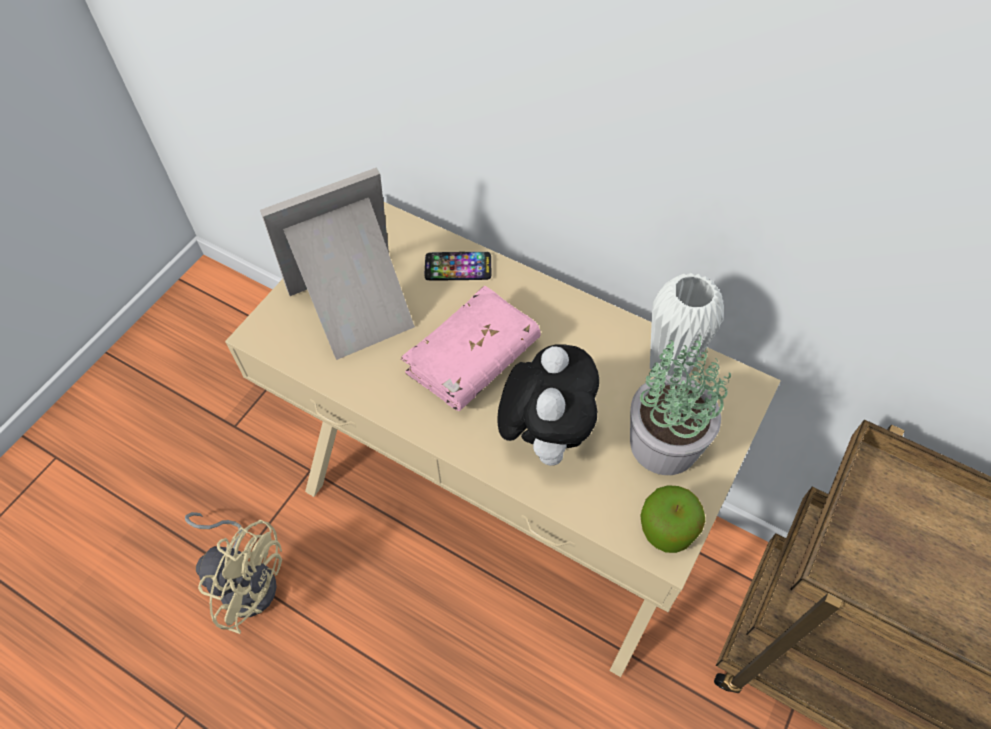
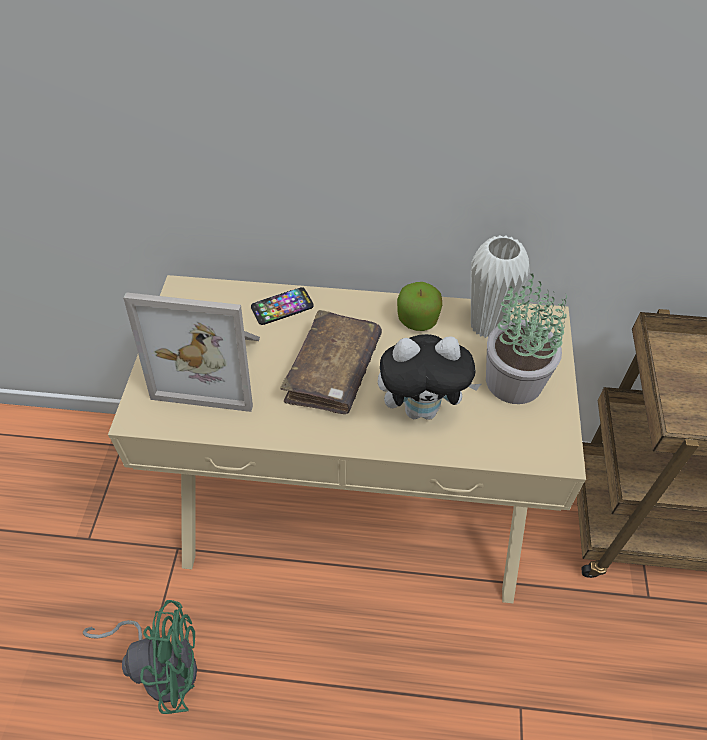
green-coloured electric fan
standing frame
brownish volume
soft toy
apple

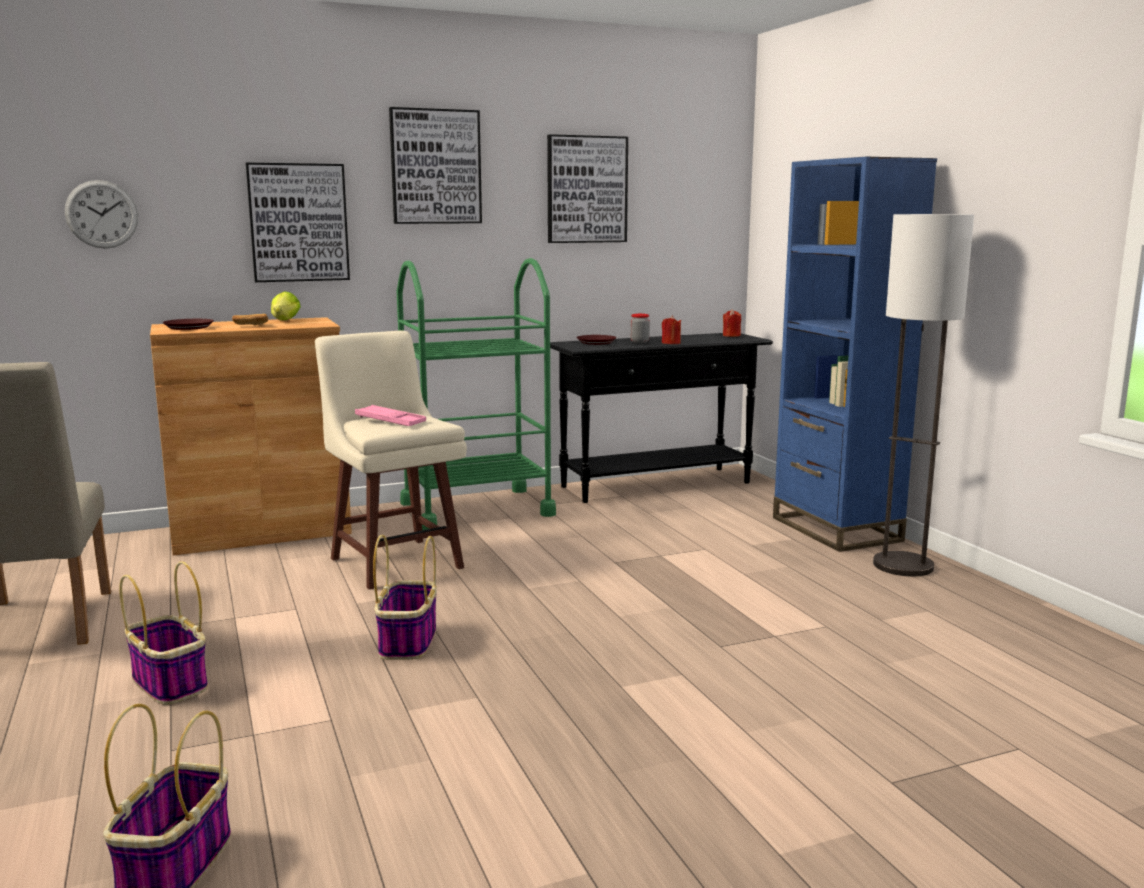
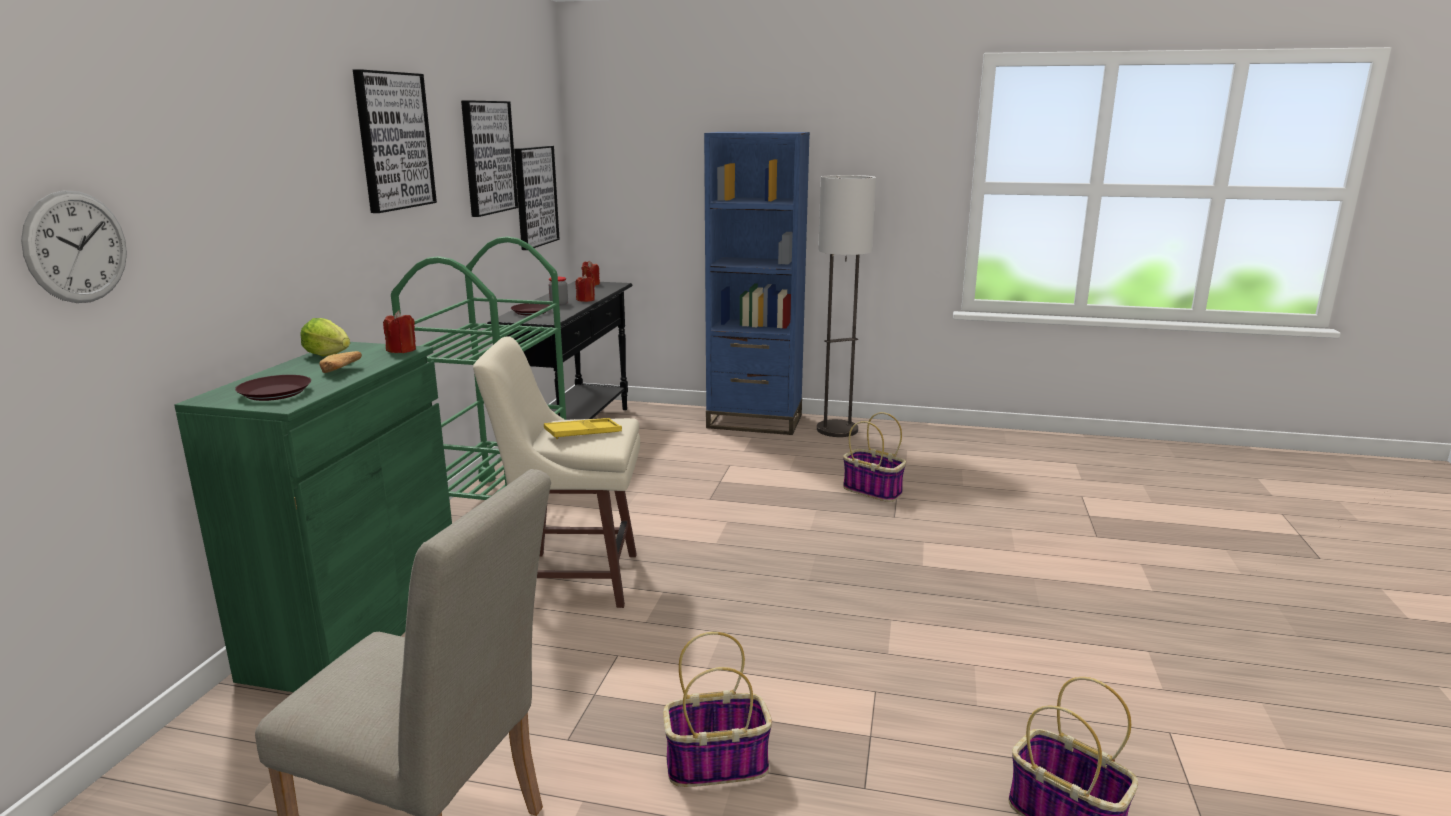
green-coloured storage cabinet
picture (3rd from left)
yellow carrying tray
basket (2nd from left)
reddish candle (1st from left)

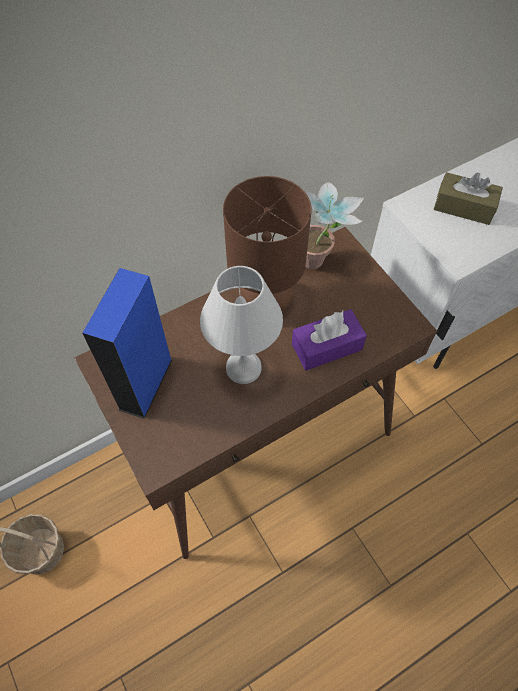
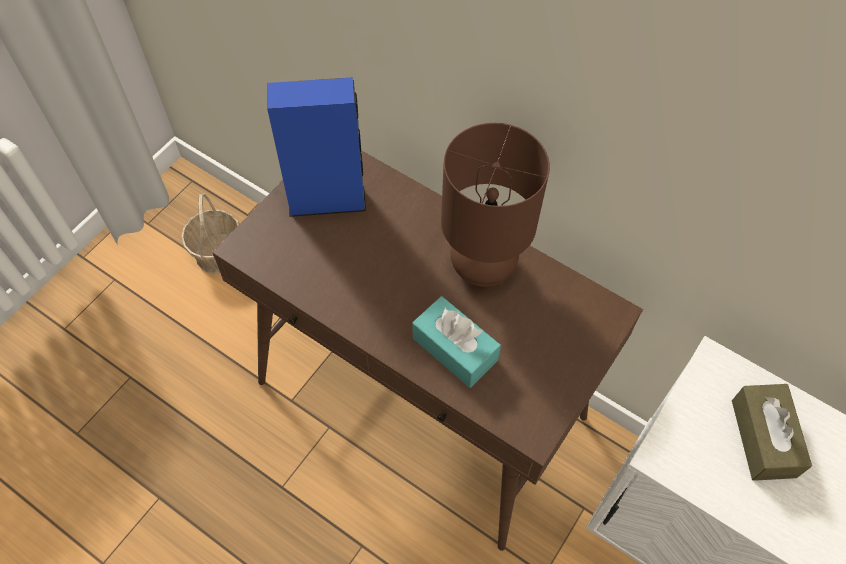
whitish lamp for a table
blue-green tissue holder
plant in a pot

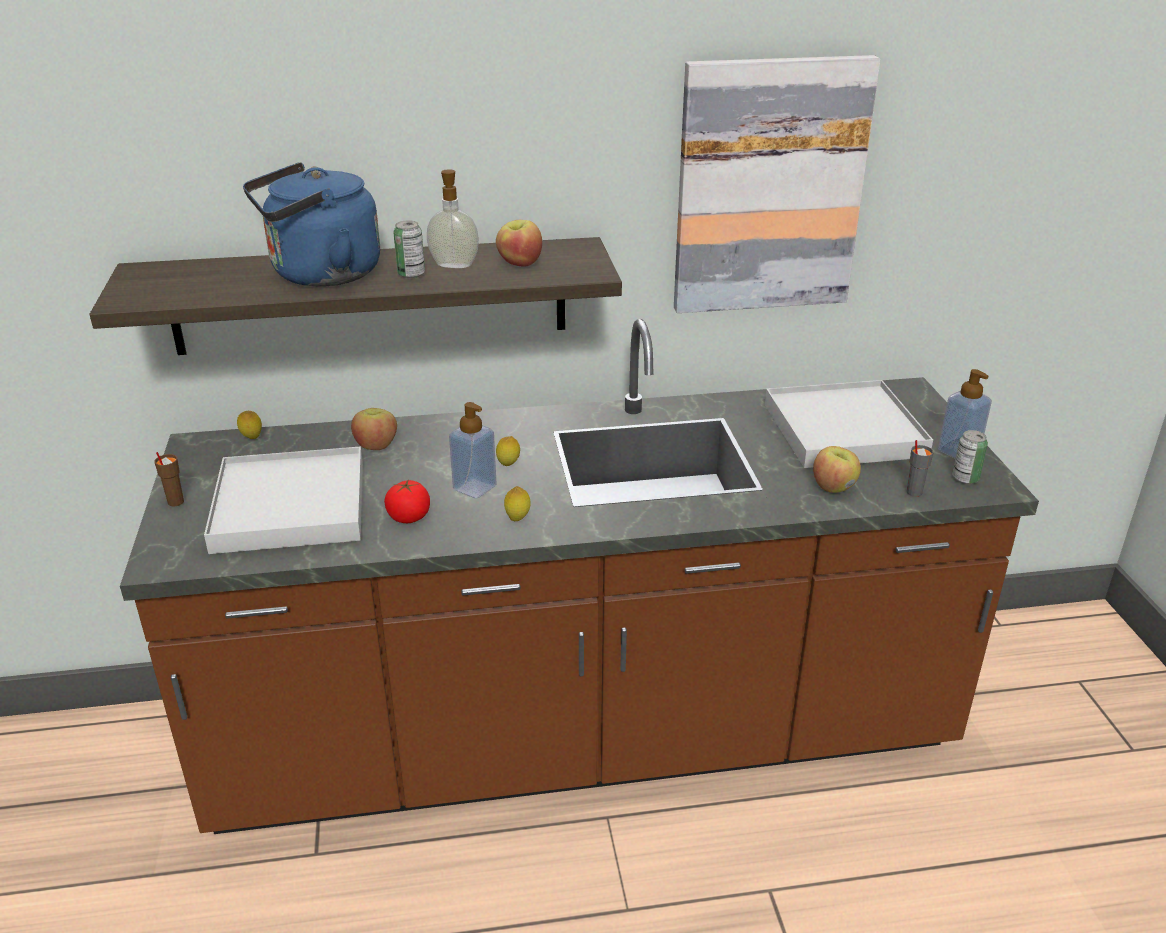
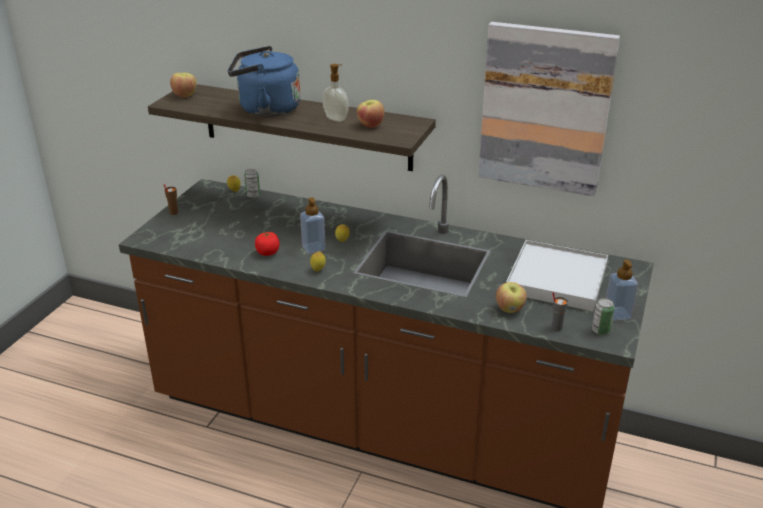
whitish carrying tray (1st from left in the first image)
apple (1st from left)
can (1st from left)

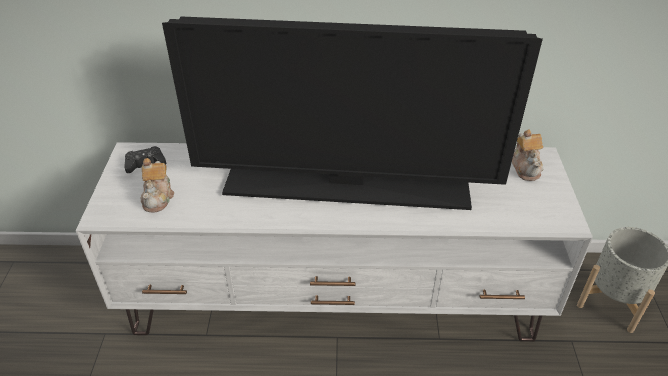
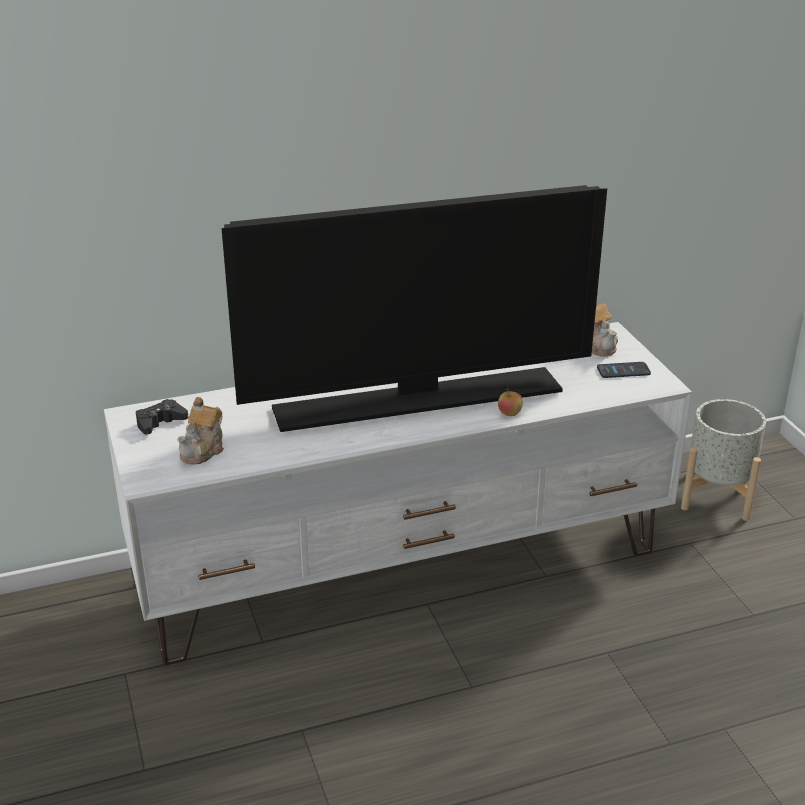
pot for tea (1st from left)
apple
telephone

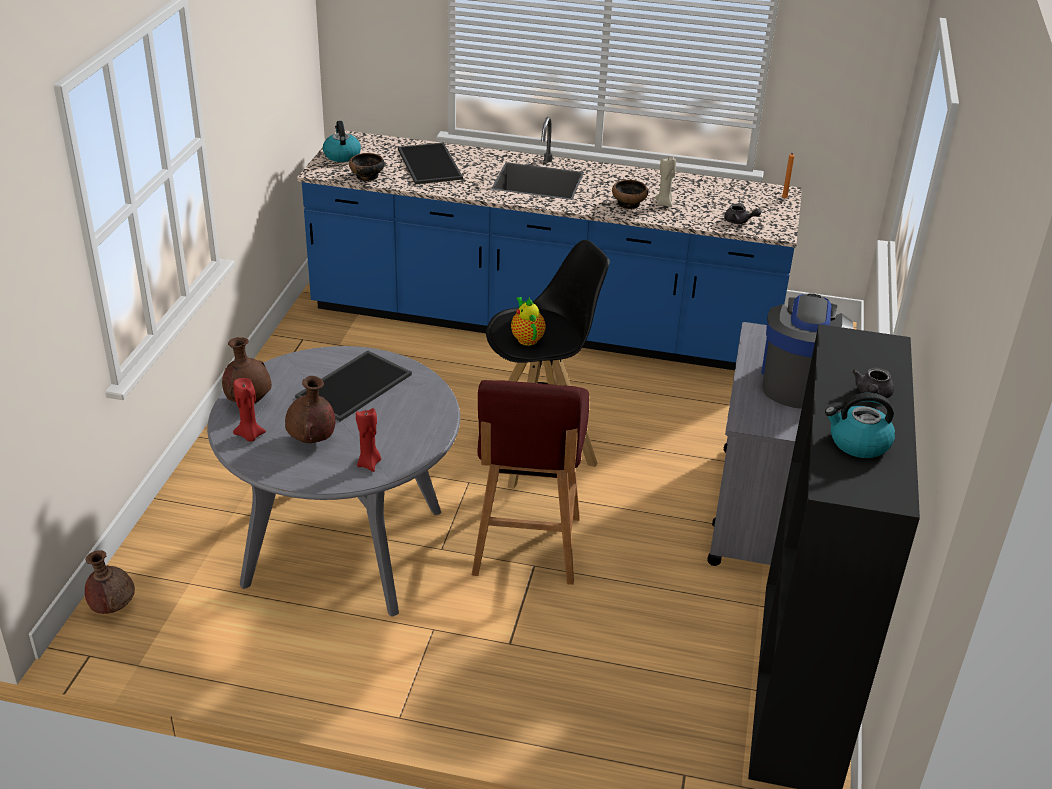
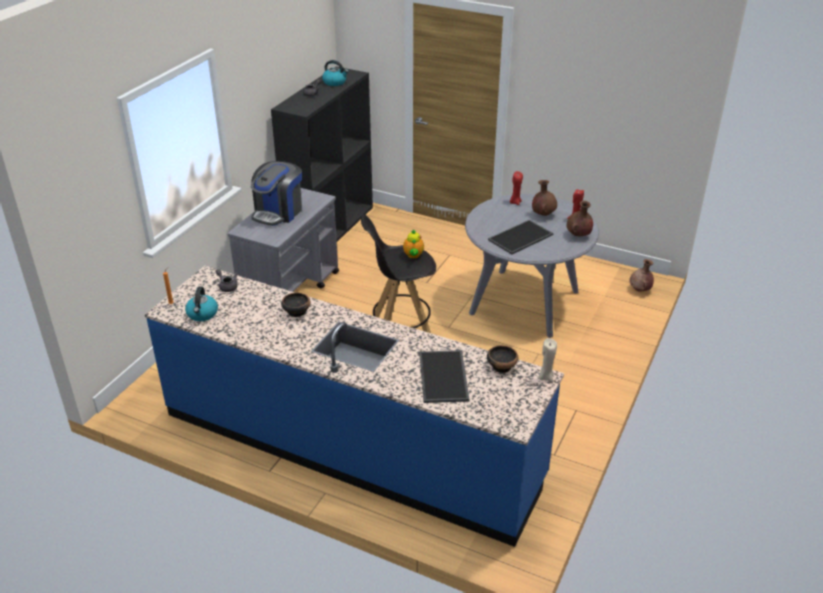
tea kettle (1st from left)
reddish stool
beige-coloured candle

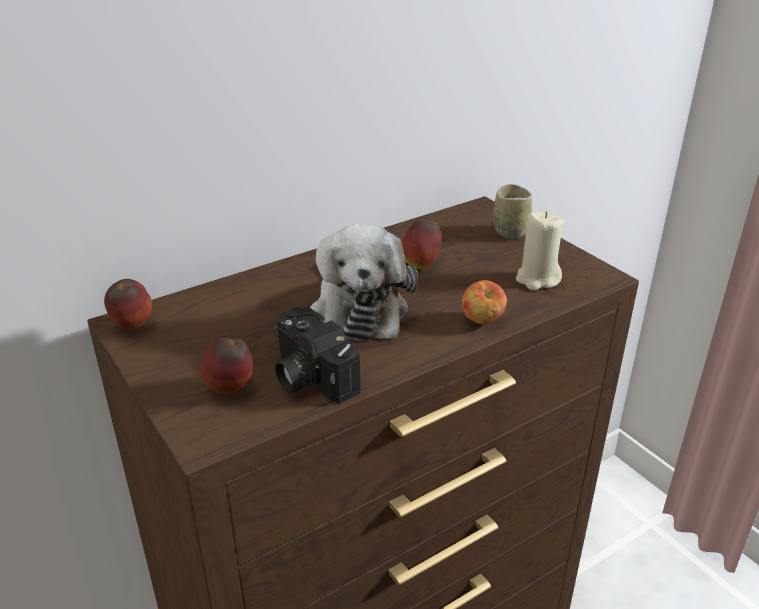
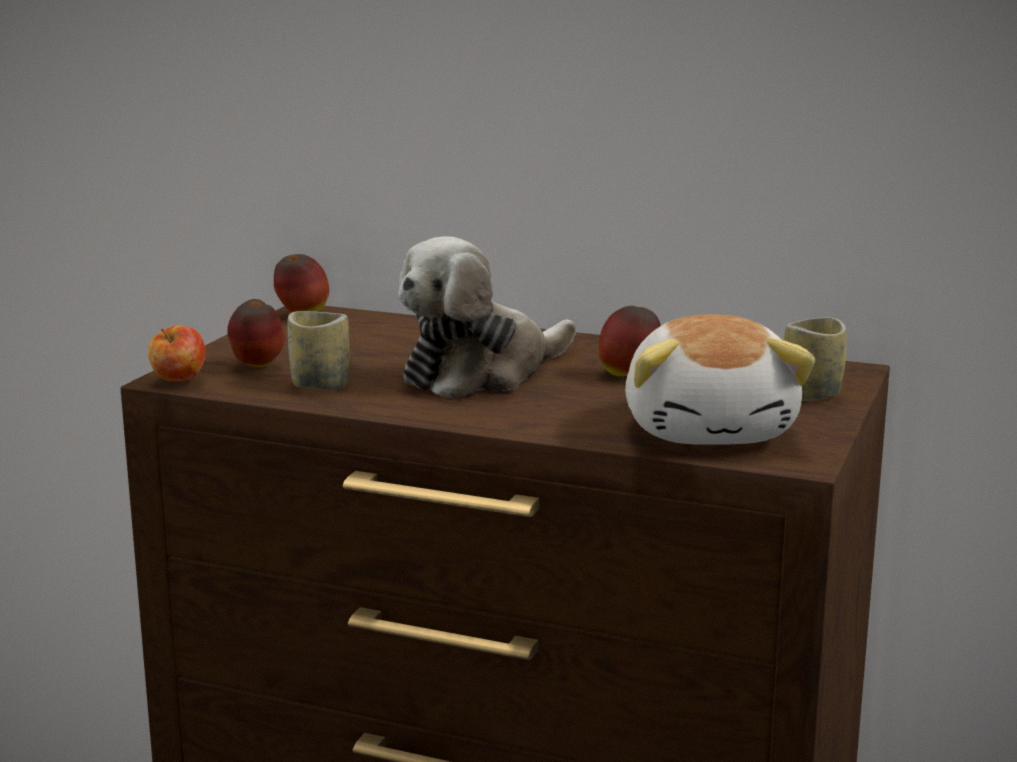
cup (1st from left)
apple (1st from left)
soft toy (2nd from left)

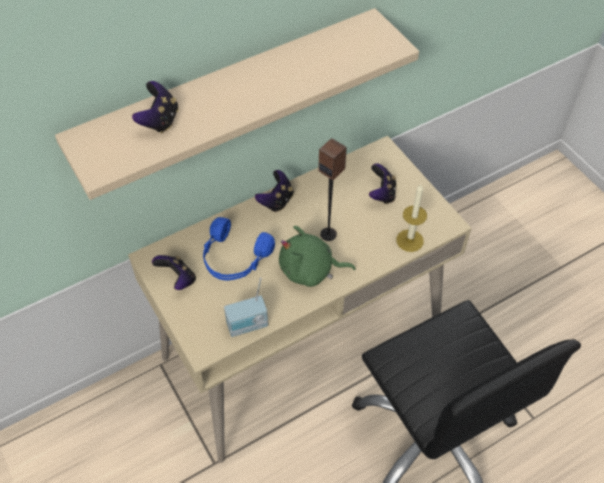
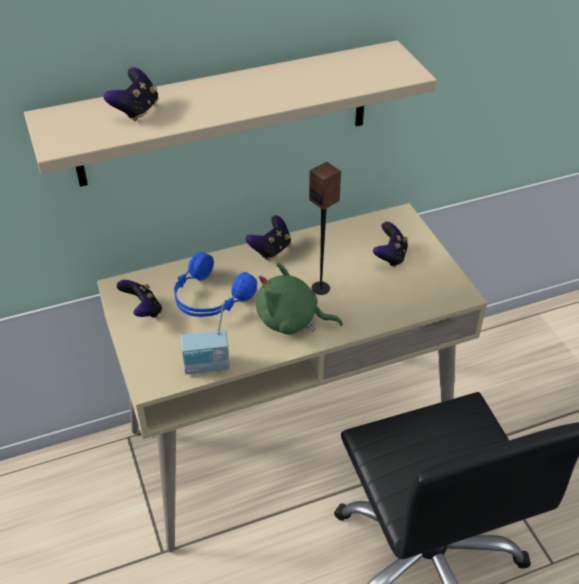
candle

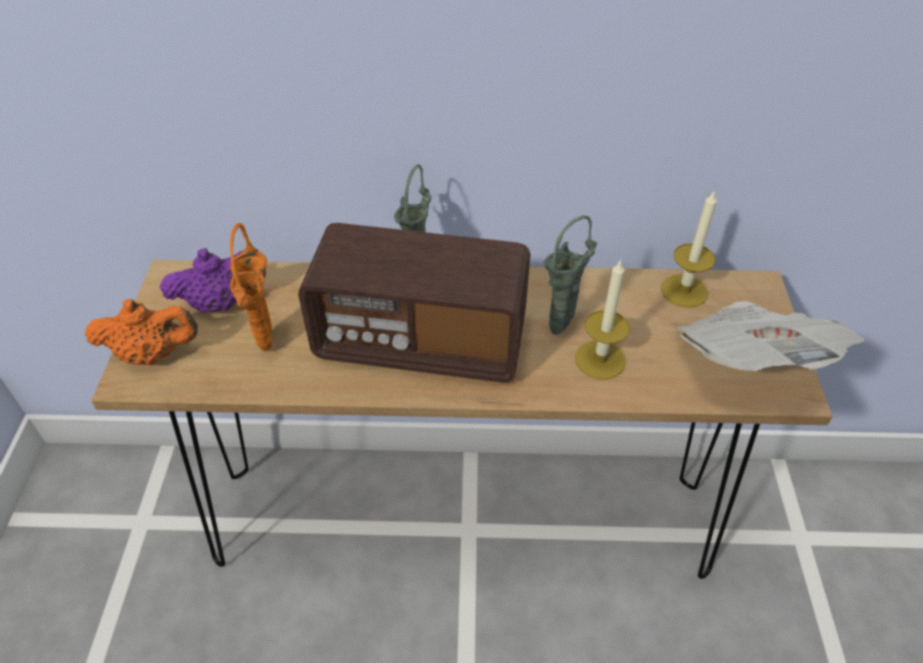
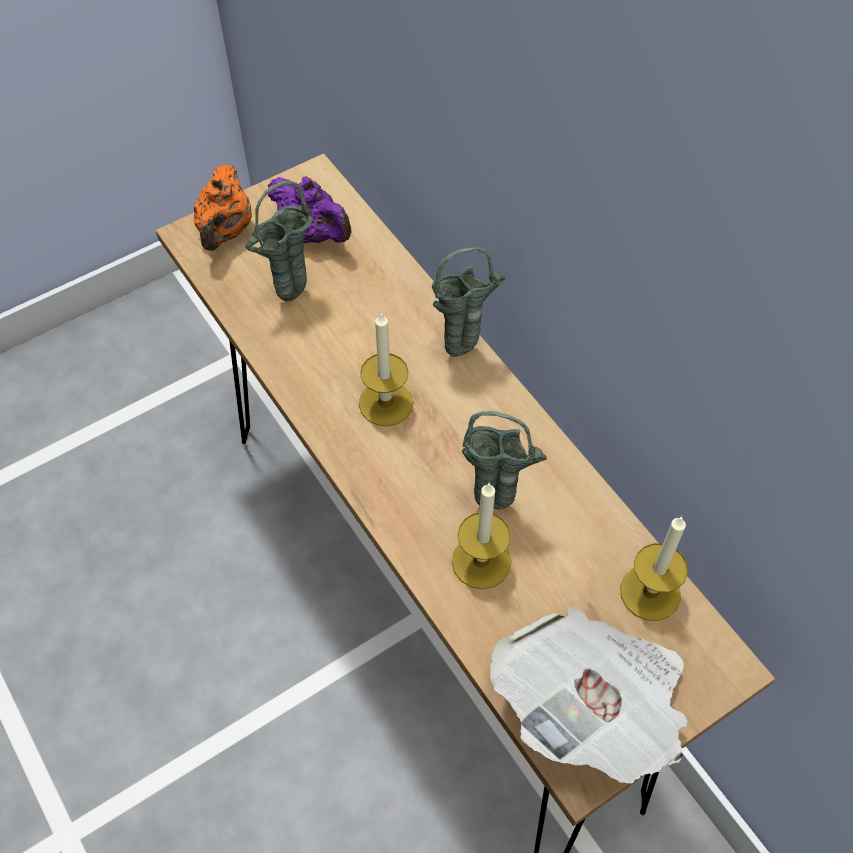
orangey pot for tea
green-coloured flower vase (1st from left)
candle (1st from left)

